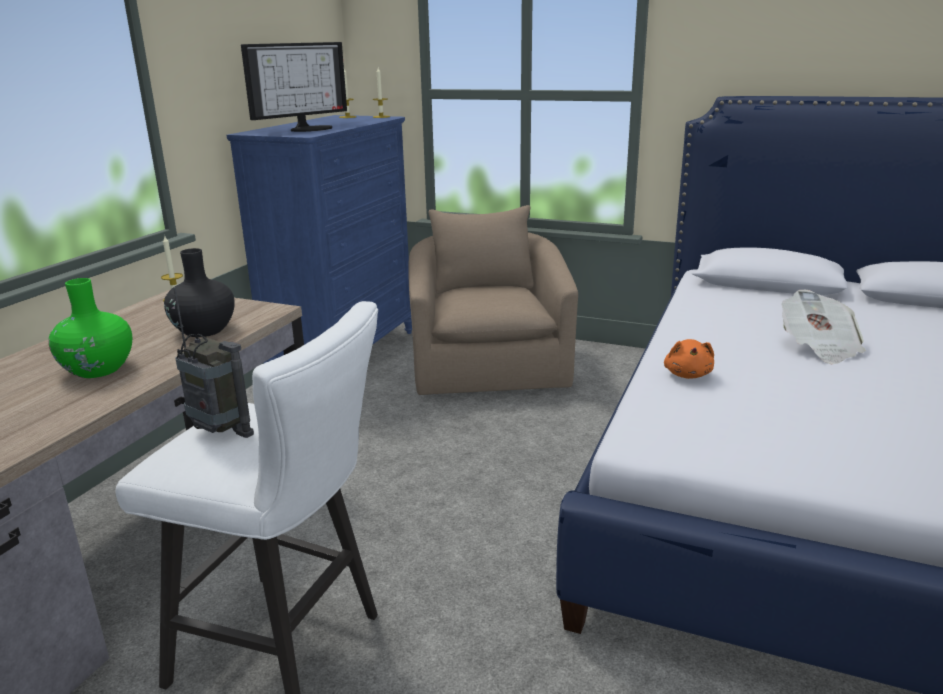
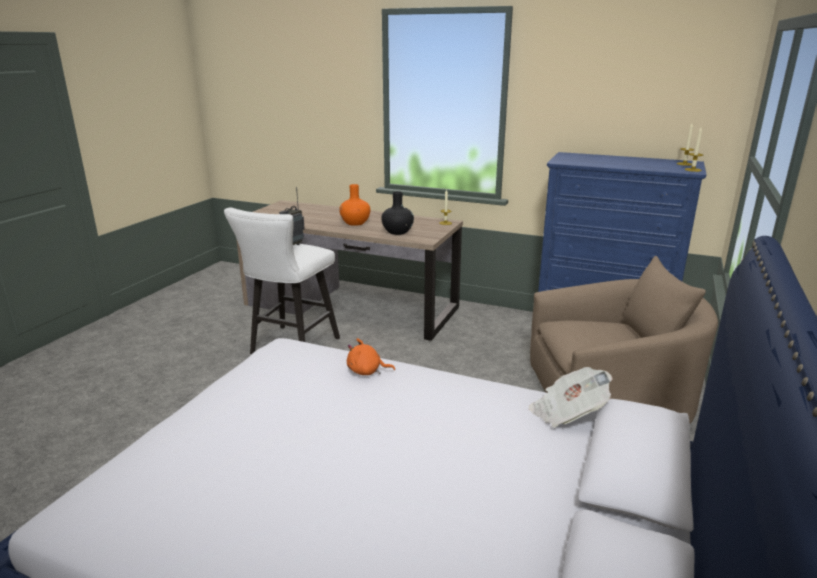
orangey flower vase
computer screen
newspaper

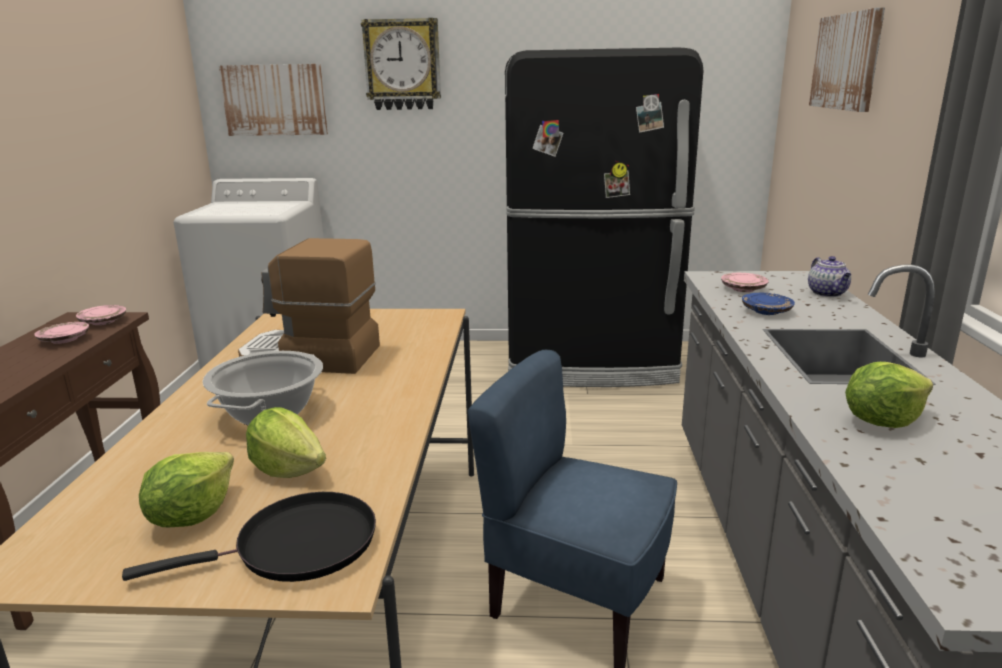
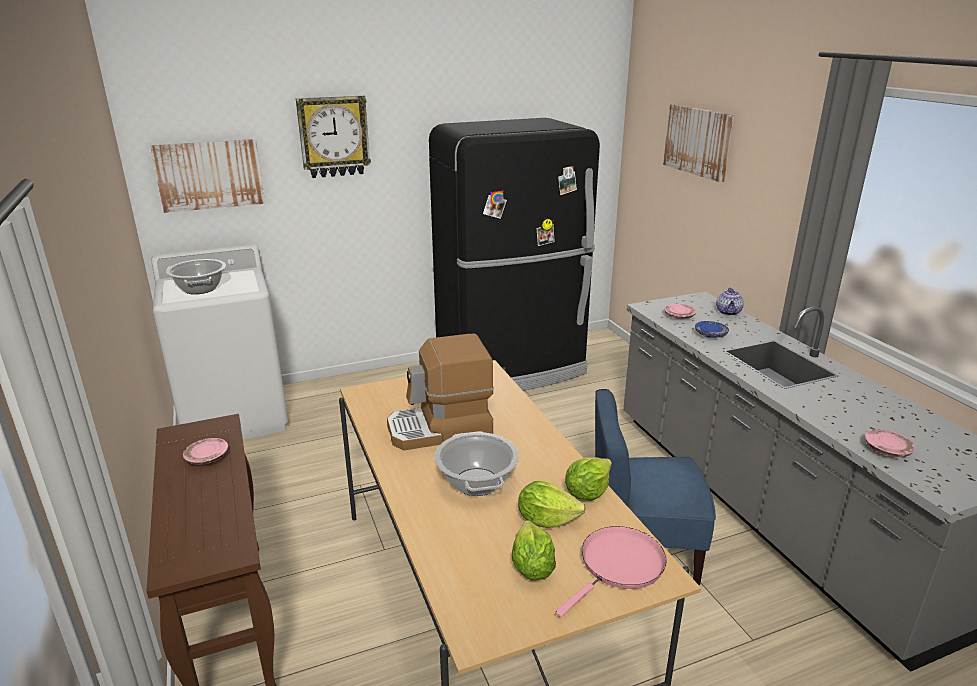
pink dinner plate (3rd from left)
pink frying pan
pot for tea
head of lettuce (3rd from left)
saucepot (1st from left)

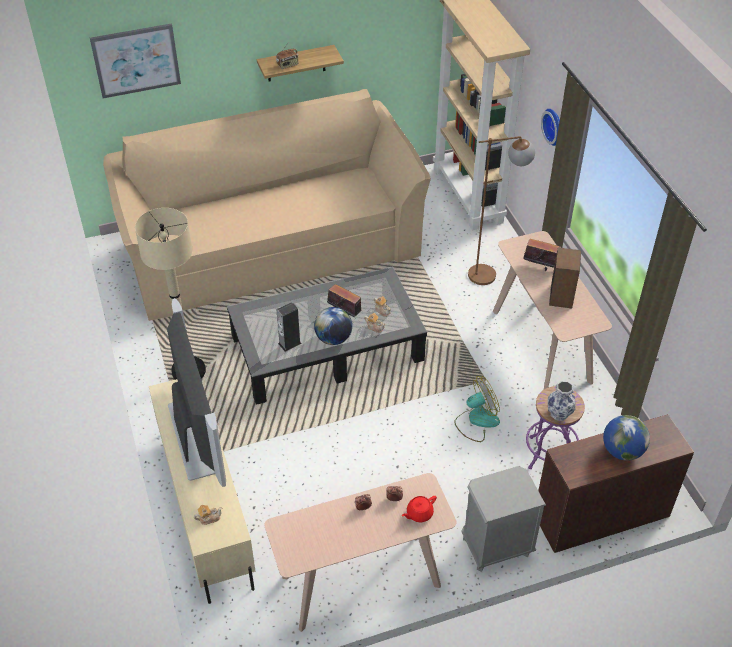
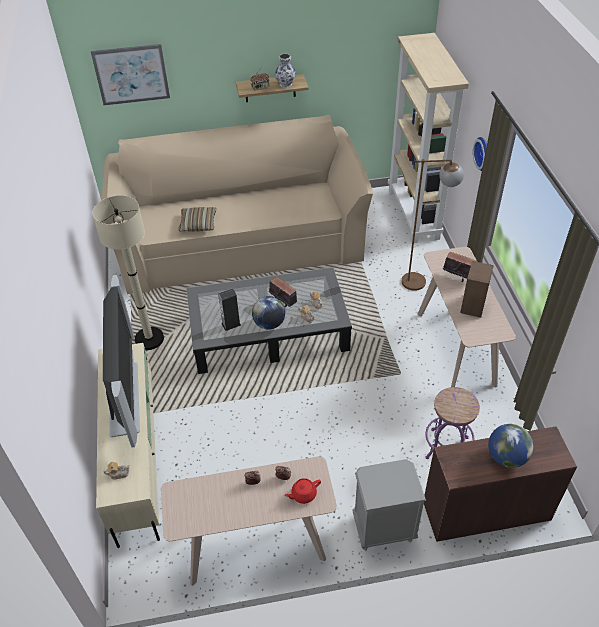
electric fan
flower vase
cushion

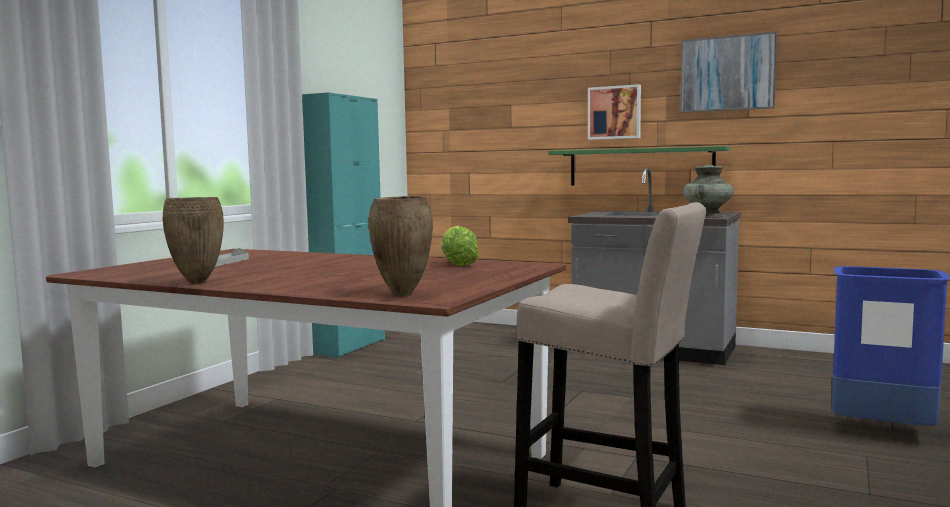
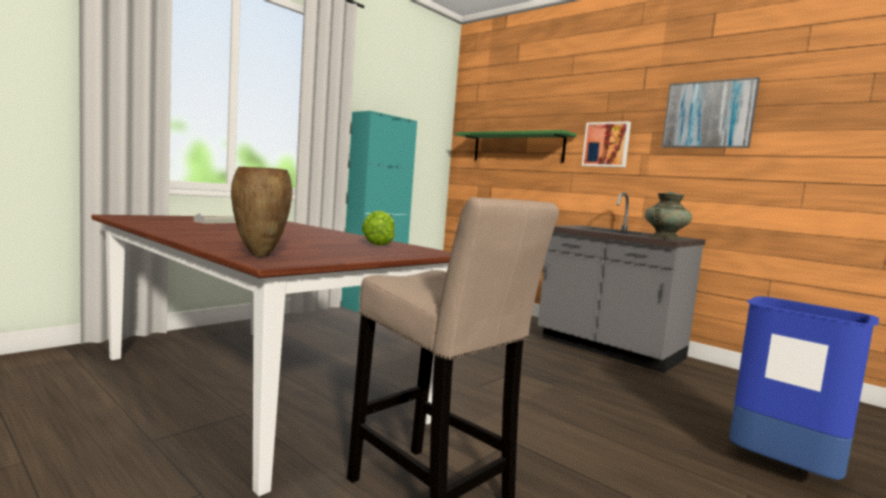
brownish flower vase (1st from left in the first image)
green-coloured wall shelf

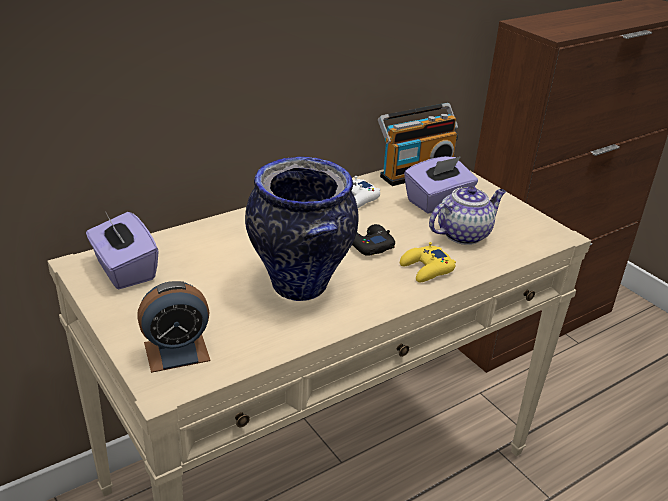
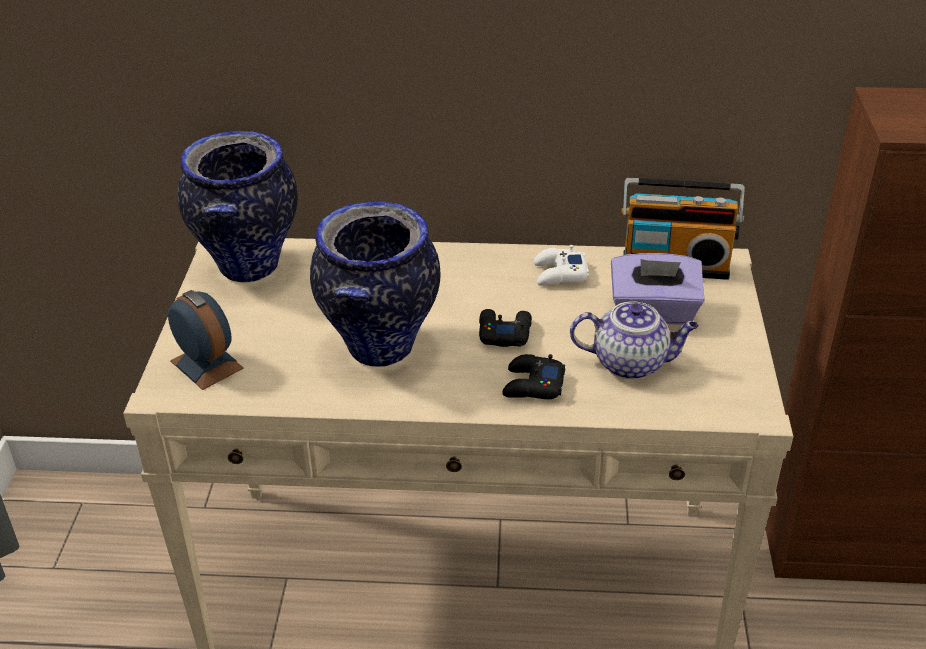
flower vase (1st from left)
alarm clock
black joypad (2nd from left)

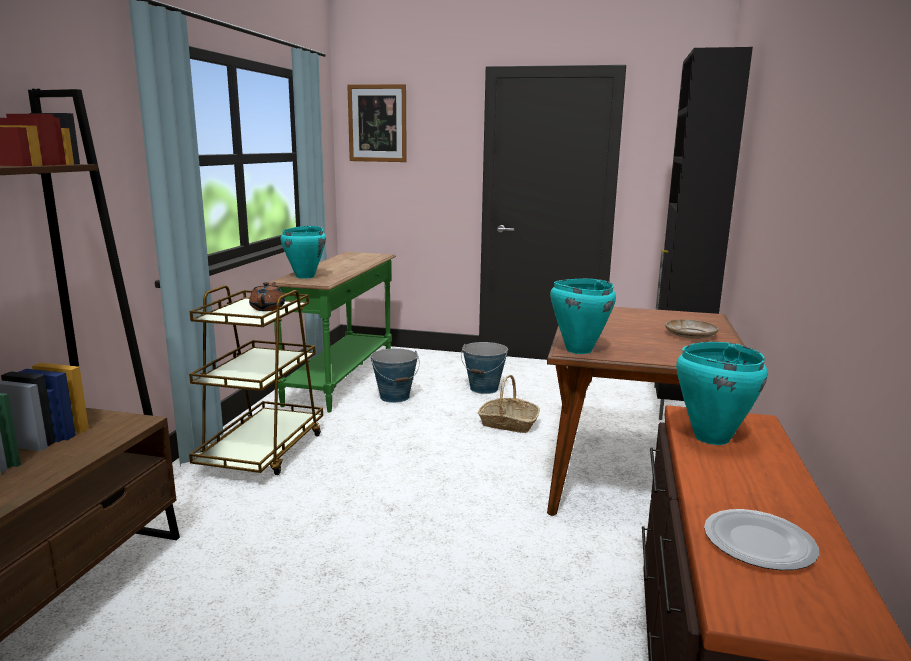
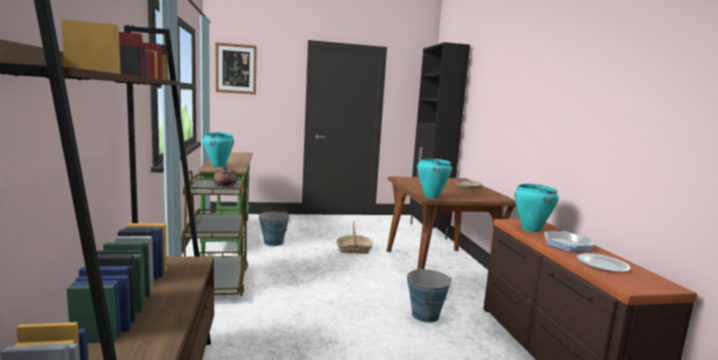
pail (2nd from left)
frying pan

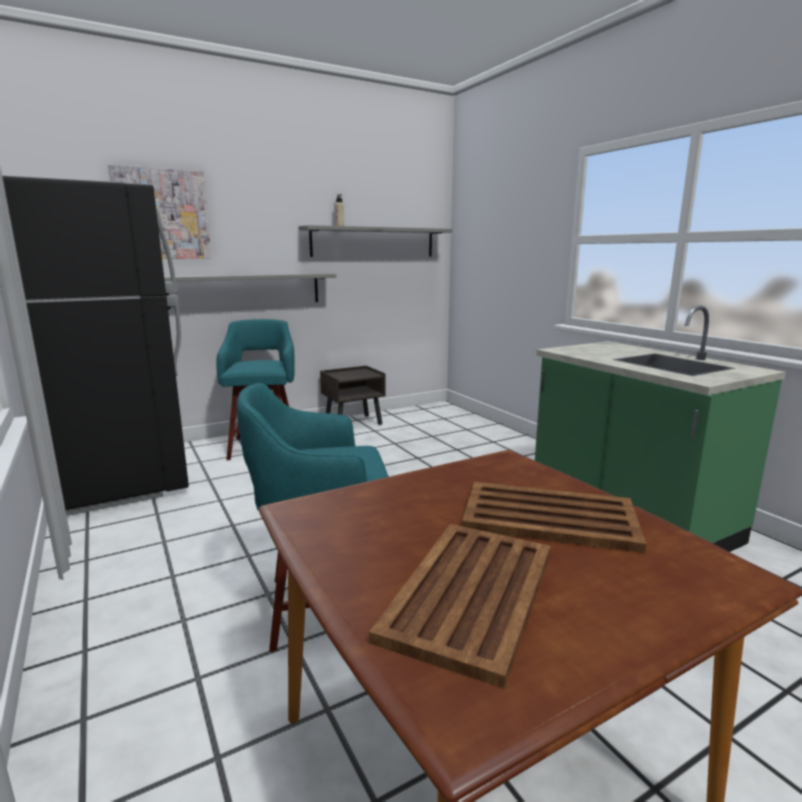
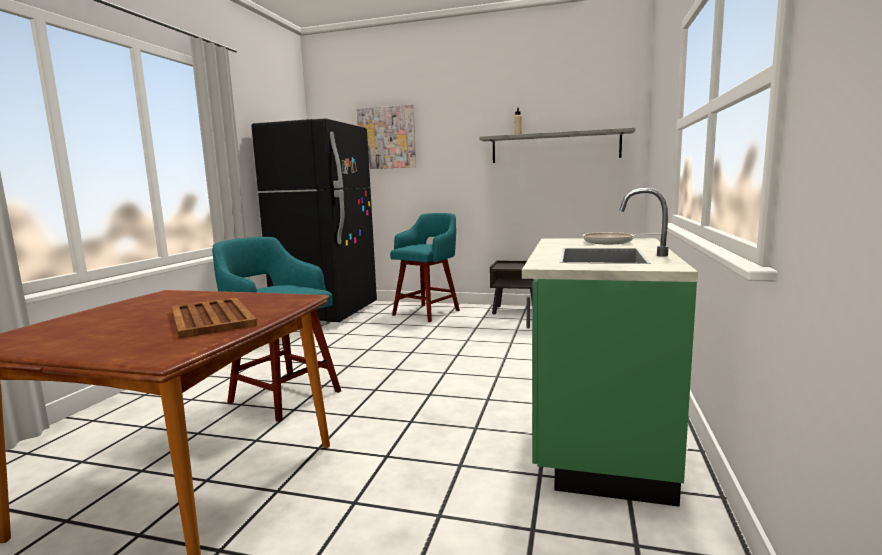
grey wall shelf (1st from left in the first image)
brownish carrying tray (1st from left in the first image)
frying pan

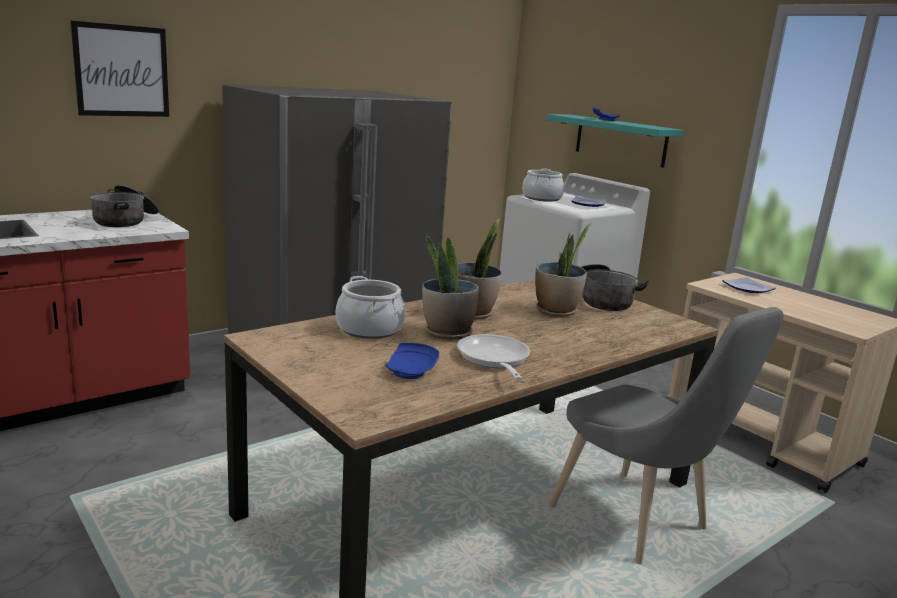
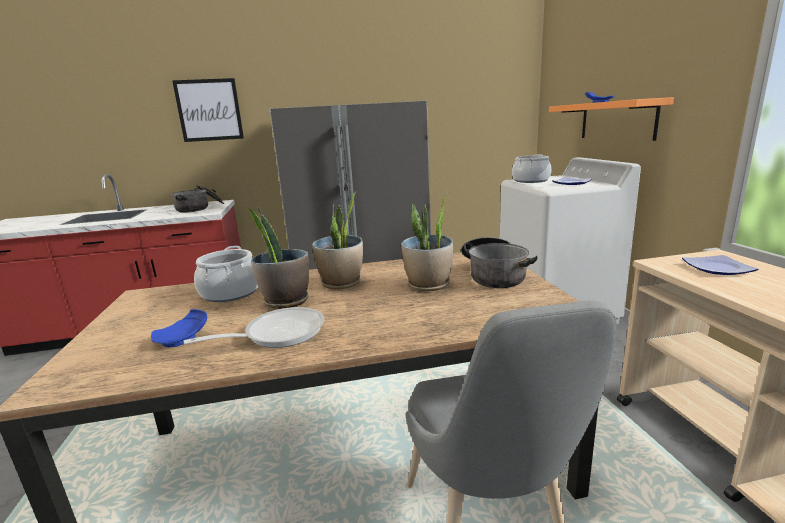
frying pan
orangey wall shelf

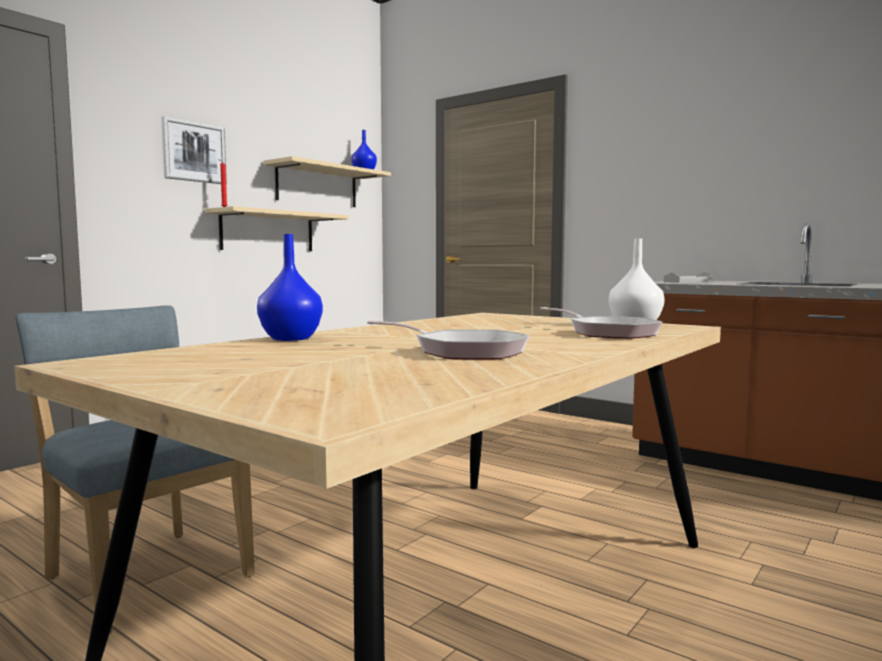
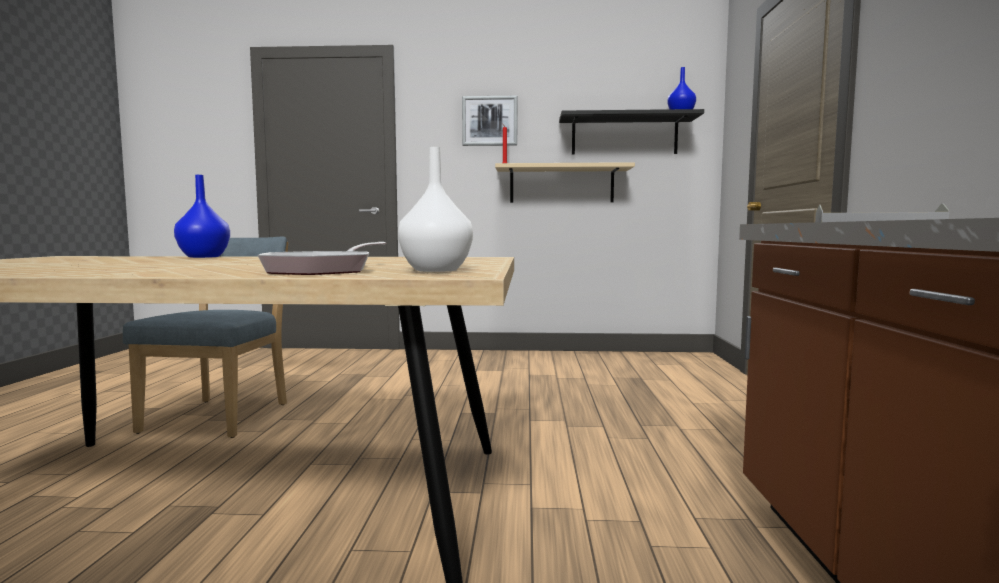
black wall shelf
frying pan (1st from left in the first image)

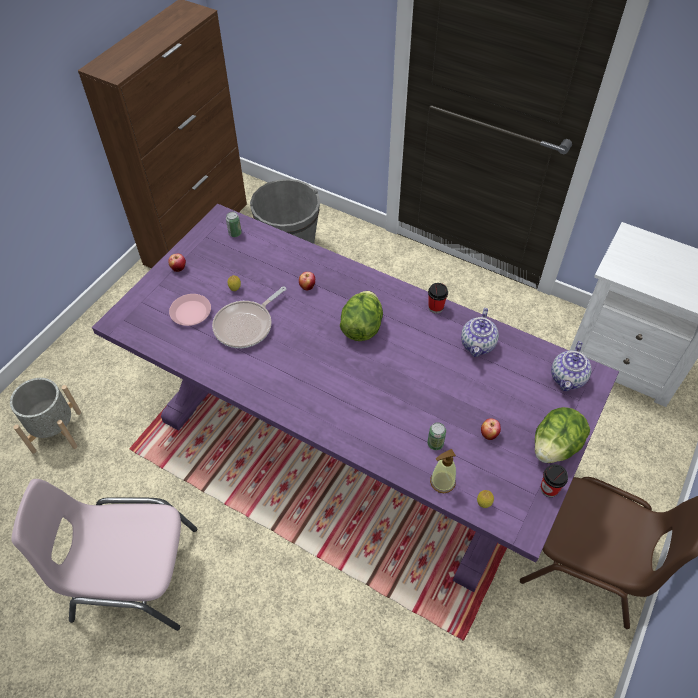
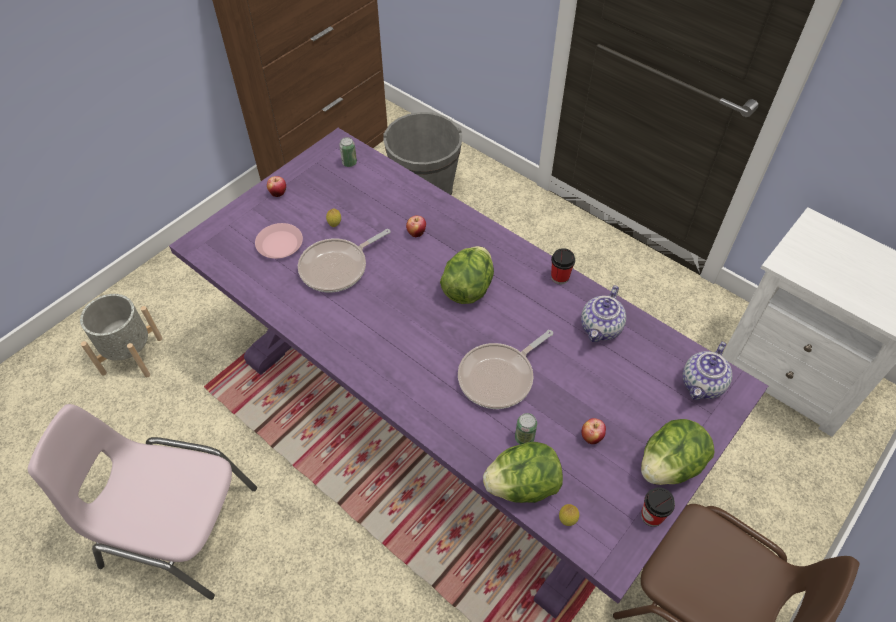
head of lettuce (2nd from left)
frying pan (2nd from left)

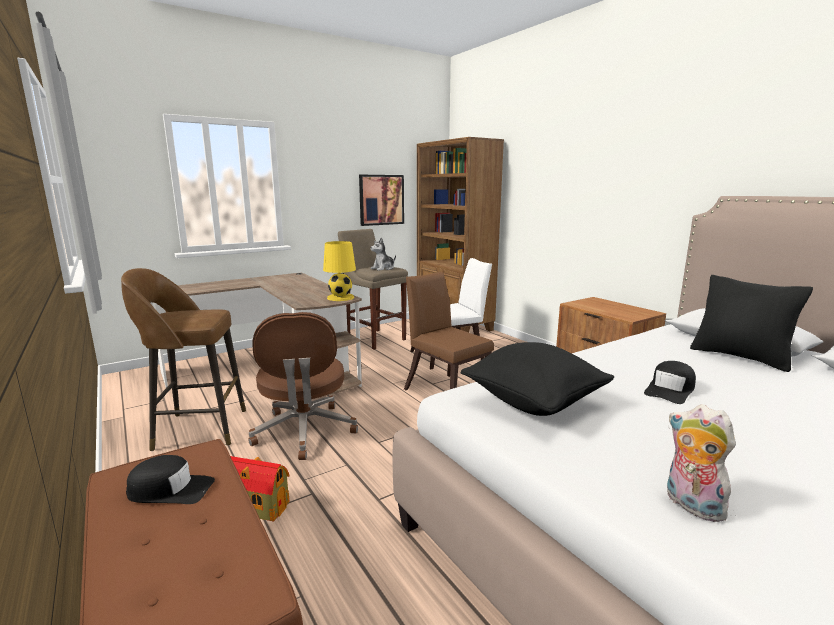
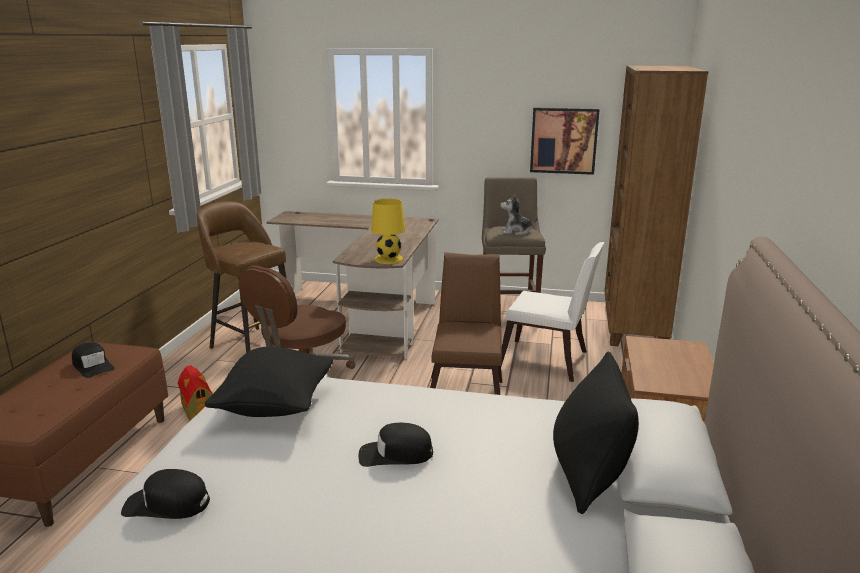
black peaked cap (2nd from left)

